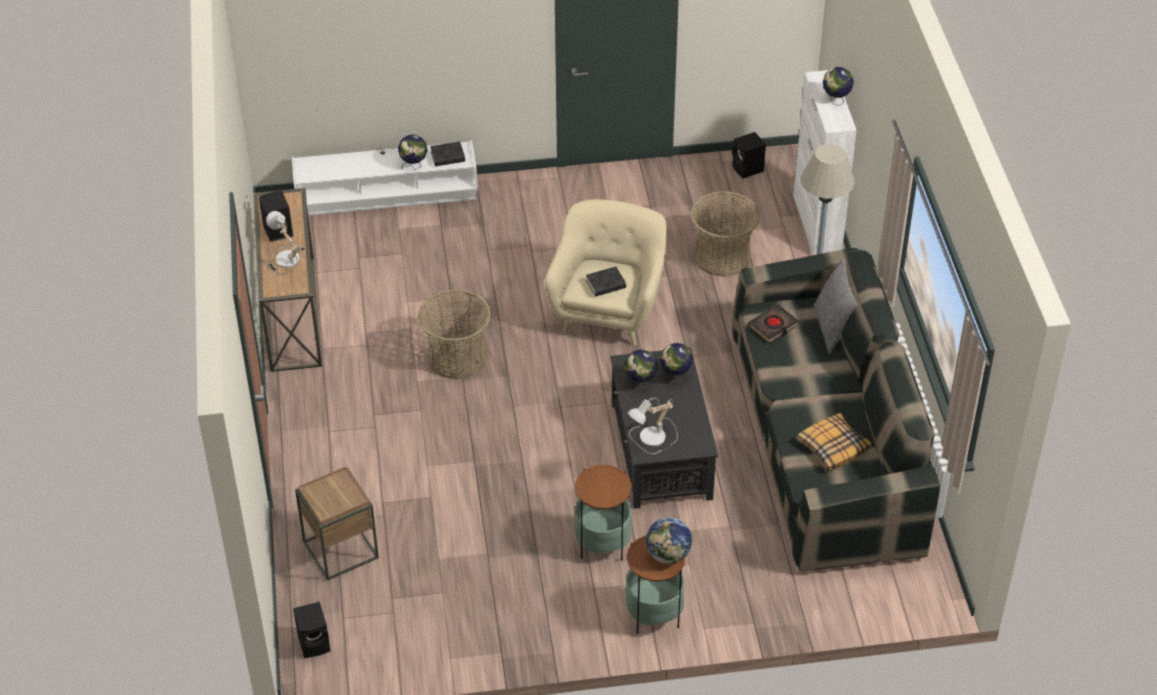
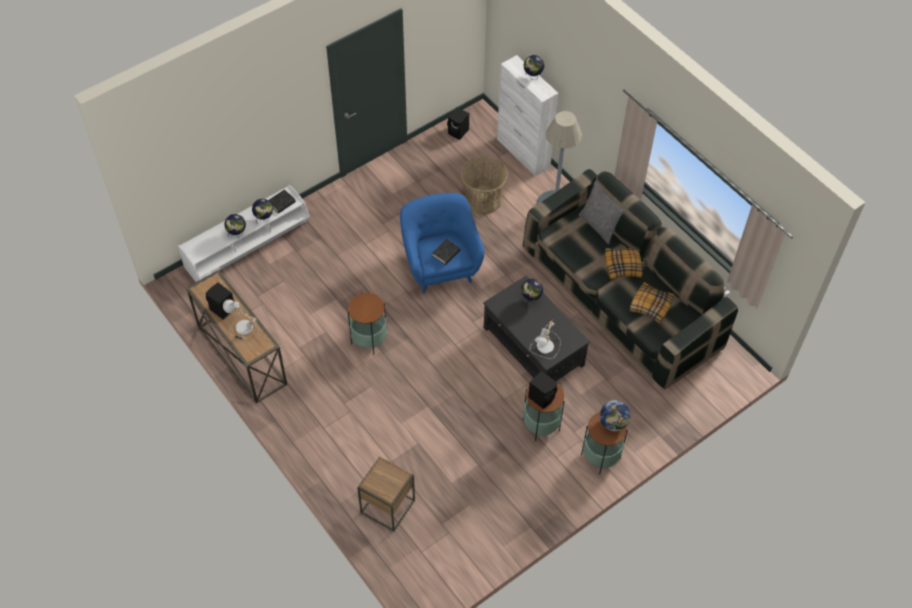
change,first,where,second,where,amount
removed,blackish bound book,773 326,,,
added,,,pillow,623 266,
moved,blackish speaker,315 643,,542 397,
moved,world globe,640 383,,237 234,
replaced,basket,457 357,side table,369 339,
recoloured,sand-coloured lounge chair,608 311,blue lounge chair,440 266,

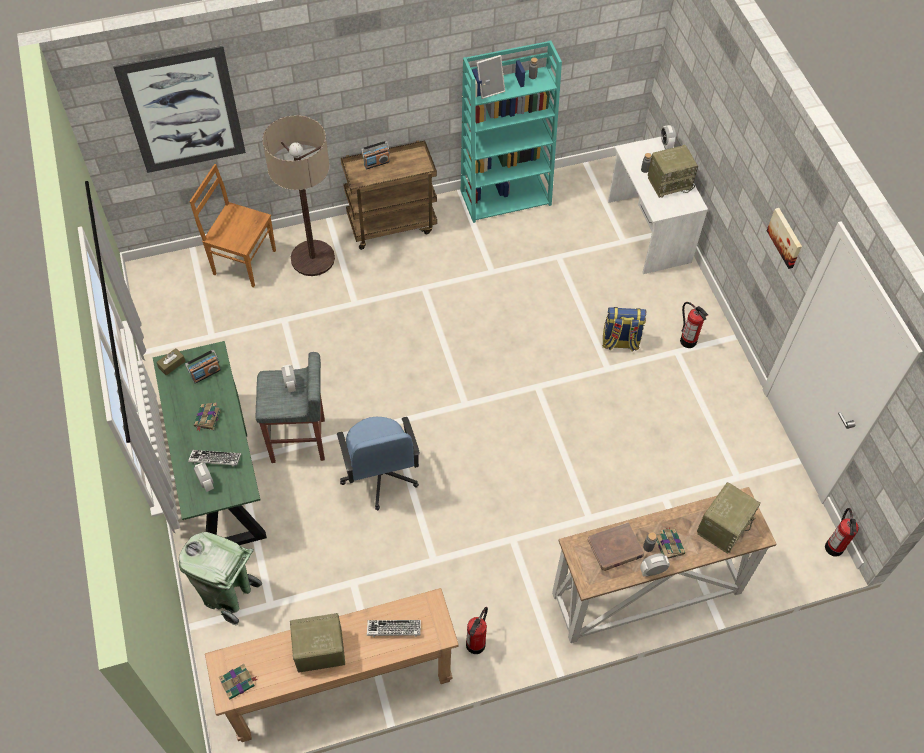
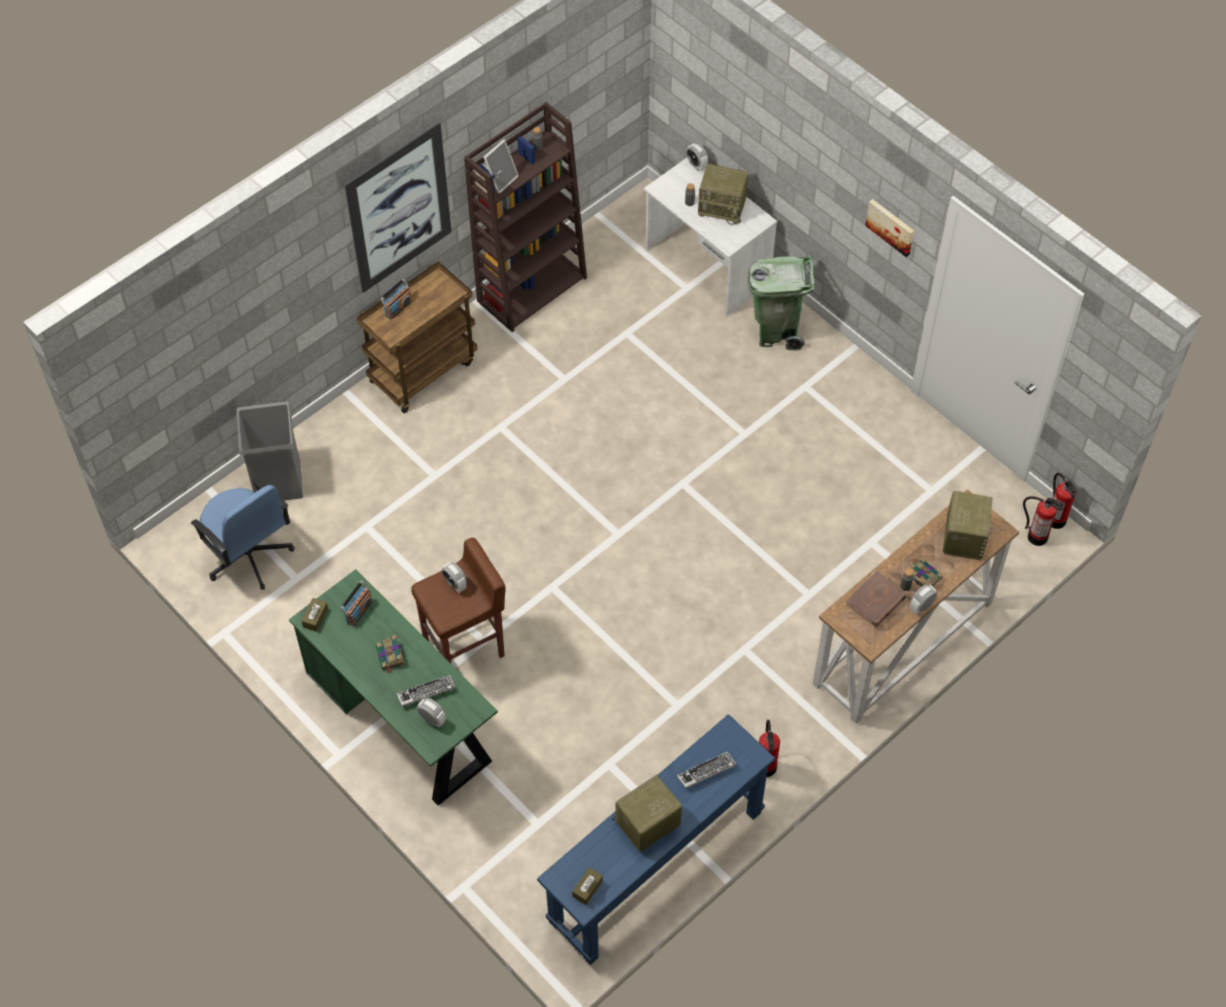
change,first,where,second,where,amount
removed,standard lamp,313 258,,,
removed,rucksack,620 342,,,
moved,wall art,183 111,,399 208,
moved,green rubbish bin,229 595,,776 331,
moved,blue desk chair,380 475,,249 555,
moved,fire-fighting cylinder,688 341,,1037 536,
replaced,brownish chair,243 261,greyish rubbish bin,278 481,
replaced,bound book,238 682,brownish tissue box,587 888,
recoloured,brownish narrow table,341 685,blue narrow table,656 866,
recoloured,greyish sitting stool,299 441,brownish sitting stool,465 648,
recoloured,turquoise bookcase,506 197,brownish bookcase,532 288,
turned,radio,669 182,,723 207,60 degrees clockwise

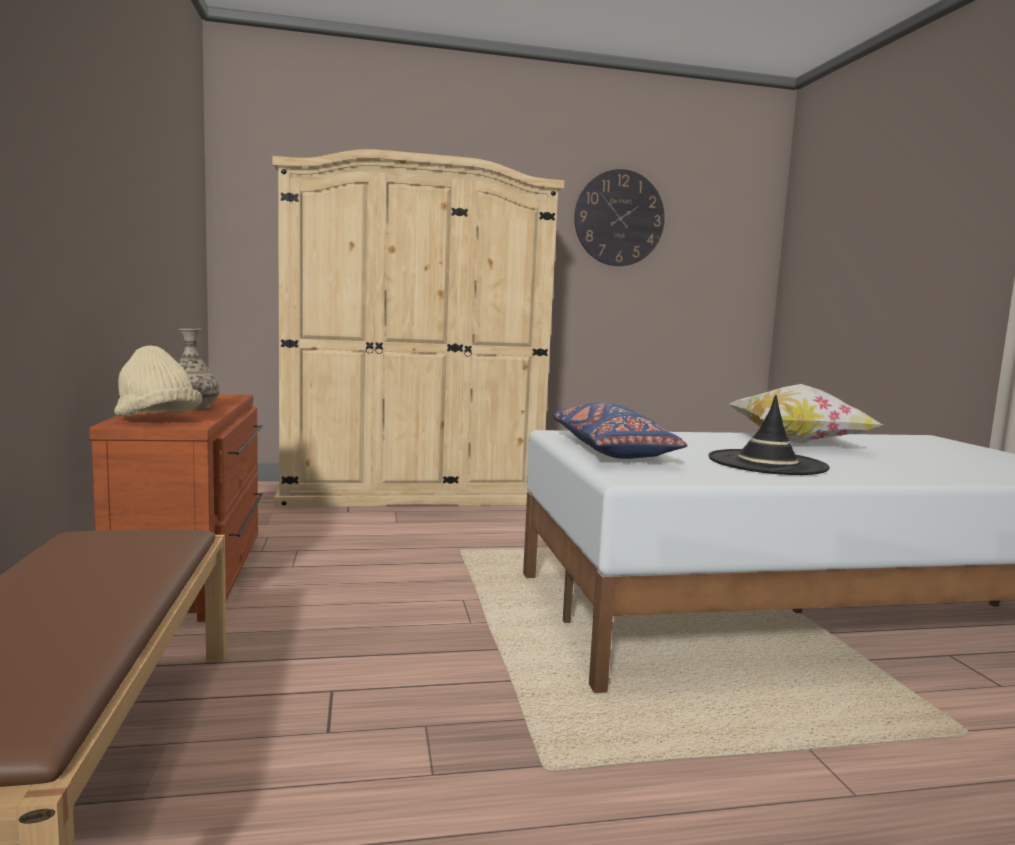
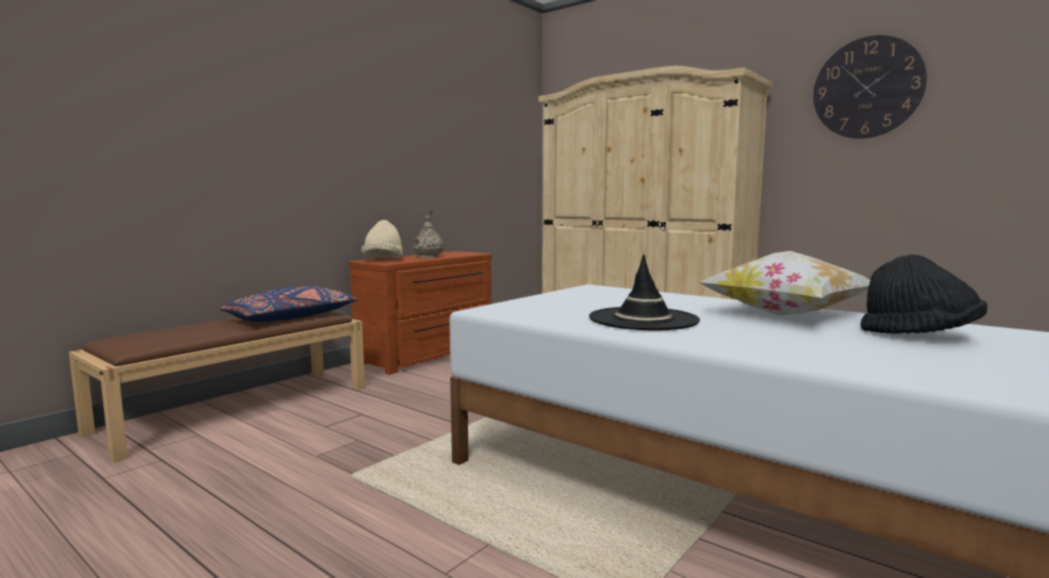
change,first,where,second,where,amount
added,,,blackish wearable hat,919 336,
moved,blue pillow,610 450,,292 318,

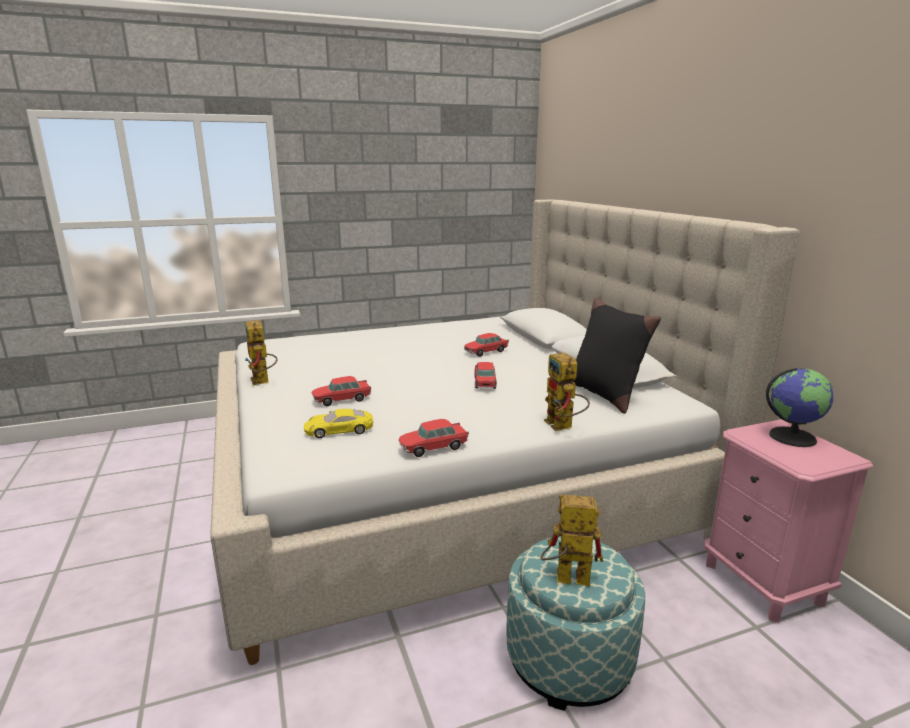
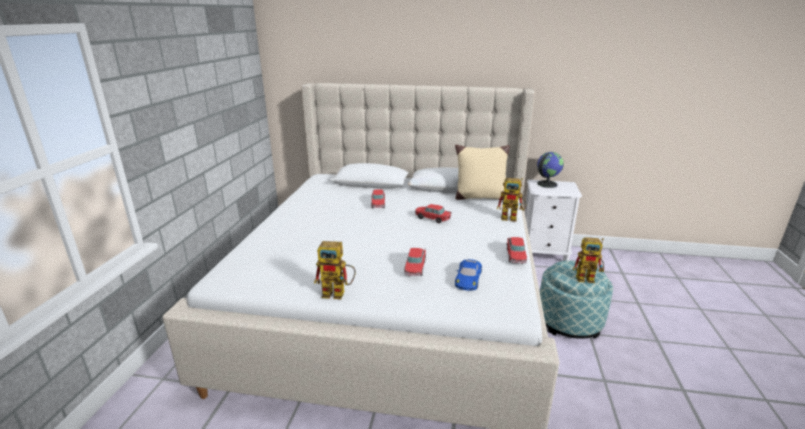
change,first,where,second,where,amount
recoloured,yellow toy car,339 429,blue toy car,468 278,
recoloured,blackish pillow,604 394,sand-coloured pillow,479 197,
recoloured,pink-coloured night table,763 583,white-coloured night table,544 254,
turned,robot figure,564 579,,589 278,120 degrees counterclockwise

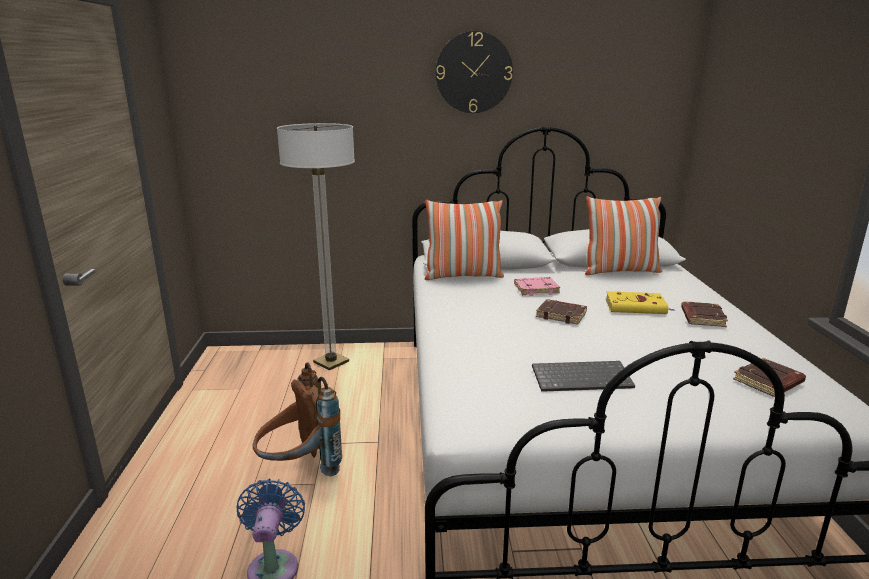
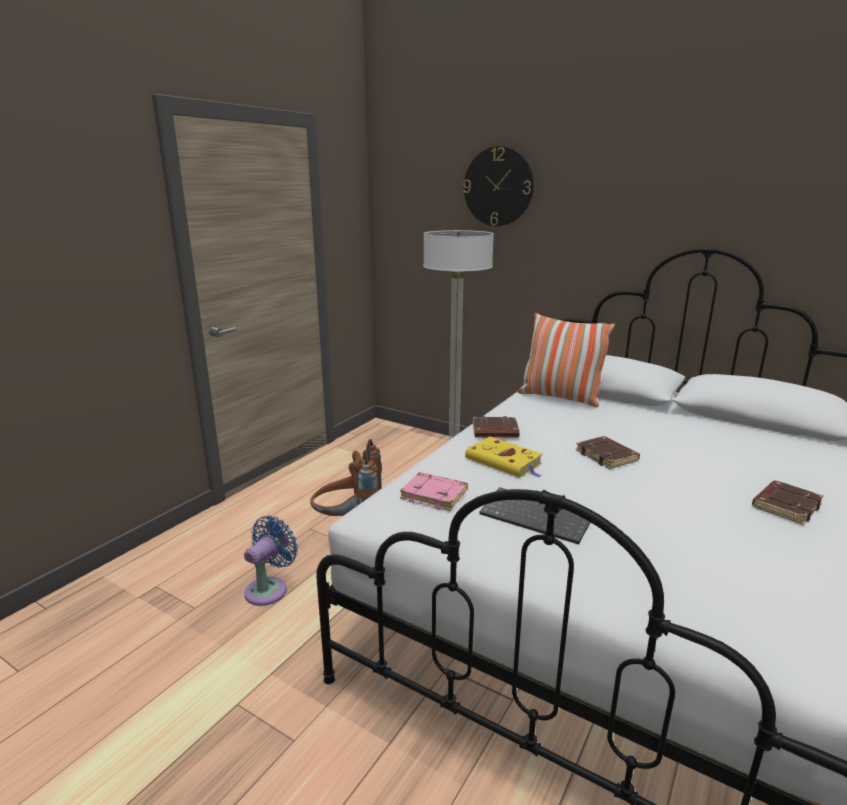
change,first,where,second,where,amount
removed,pillow,620 271,,,
moved,wall clock,473 72,,498 187,
moved,pink-coloured bound book,536 289,,435 495,
moved,yellow bound book,637 307,,505 462,
moved,brownish bound book,768 382,,494 432,

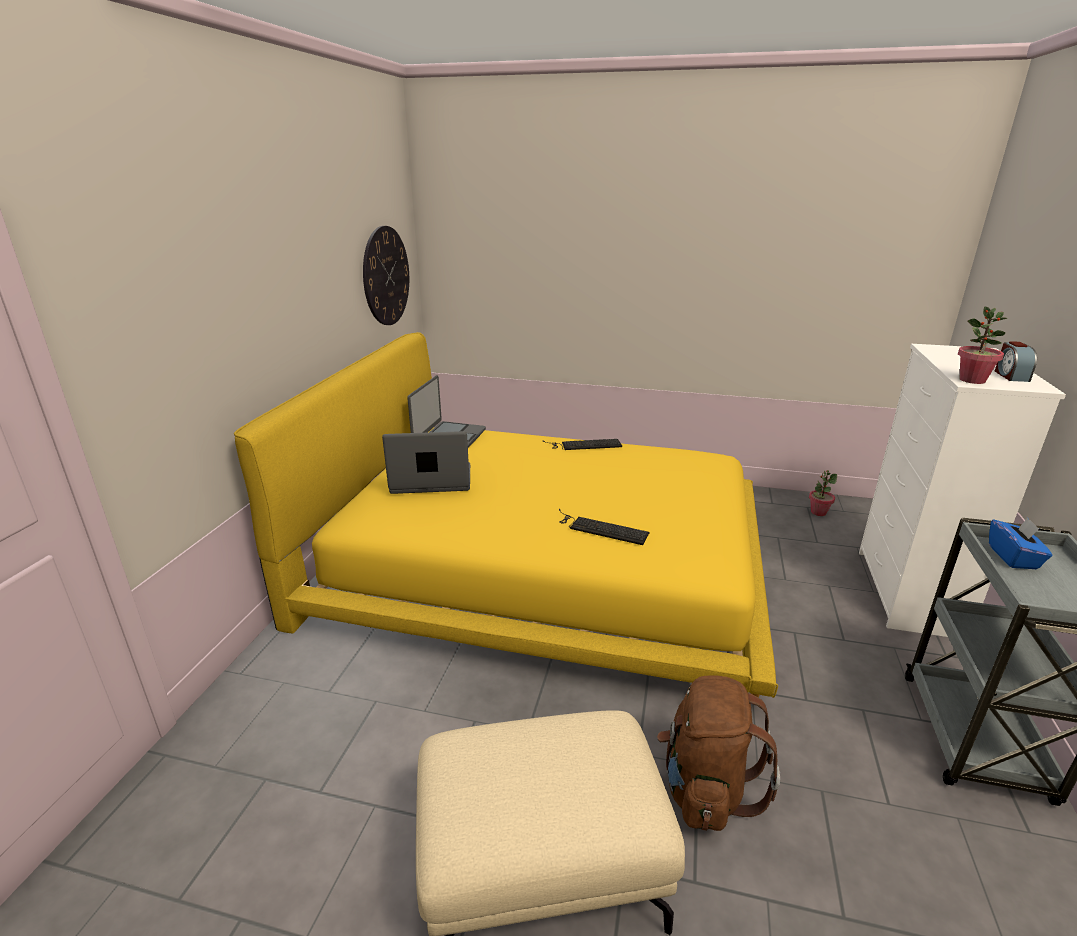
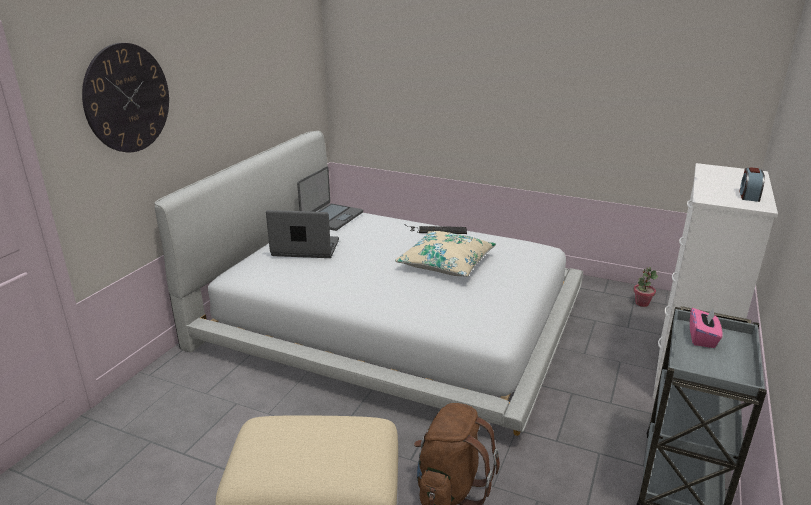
change,first,where,second,where,amount
removed,keyboard,600 528,,,
removed,plant in a pot,972 380,,,
added,,,sand-coloured pillow,446 263,
moved,wall clock,386 276,,127 98,
recoloured,yellow bedroom bed,542 562,white-coloured bedroom bed,390 321,
recoloured,blue tissue box,1013 557,pink-coloured tissue box,702 338,

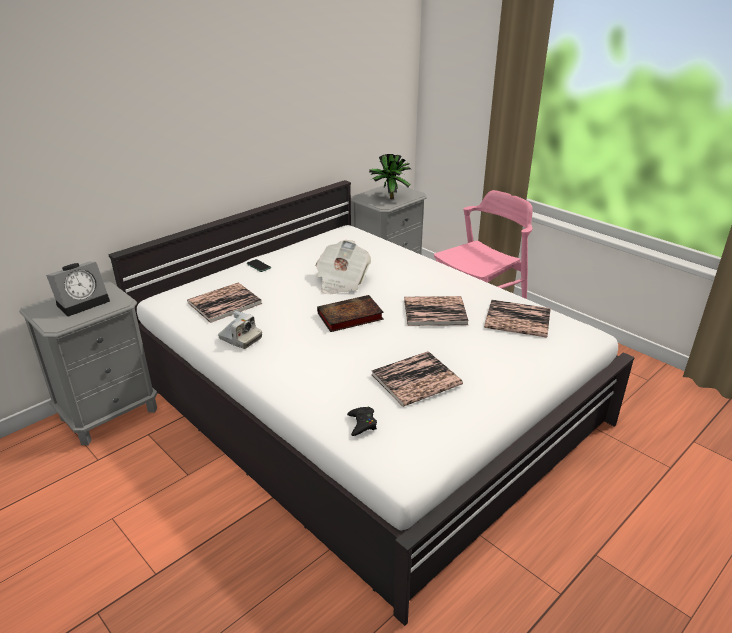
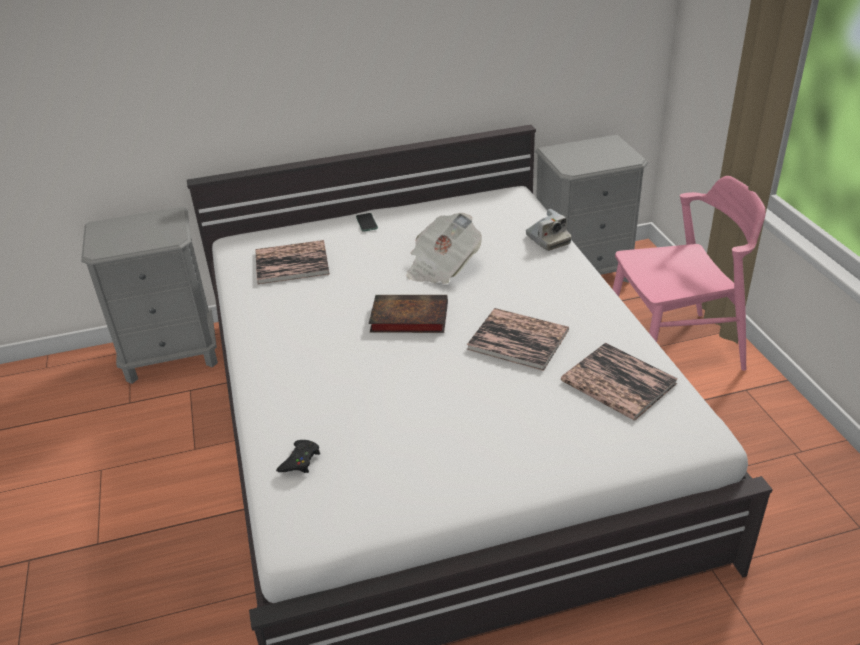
change,first,where,second,where,amount
removed,alarm clock,84 302,,,
removed,plant in a pot,388 198,,,
removed,bound book,416 379,,,
moved,still camera,240 338,,547 239,

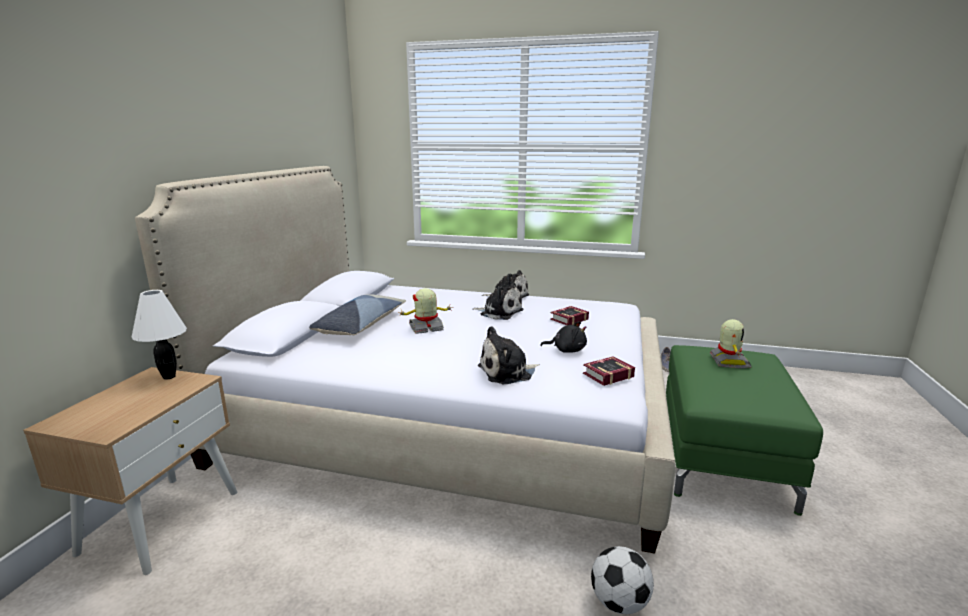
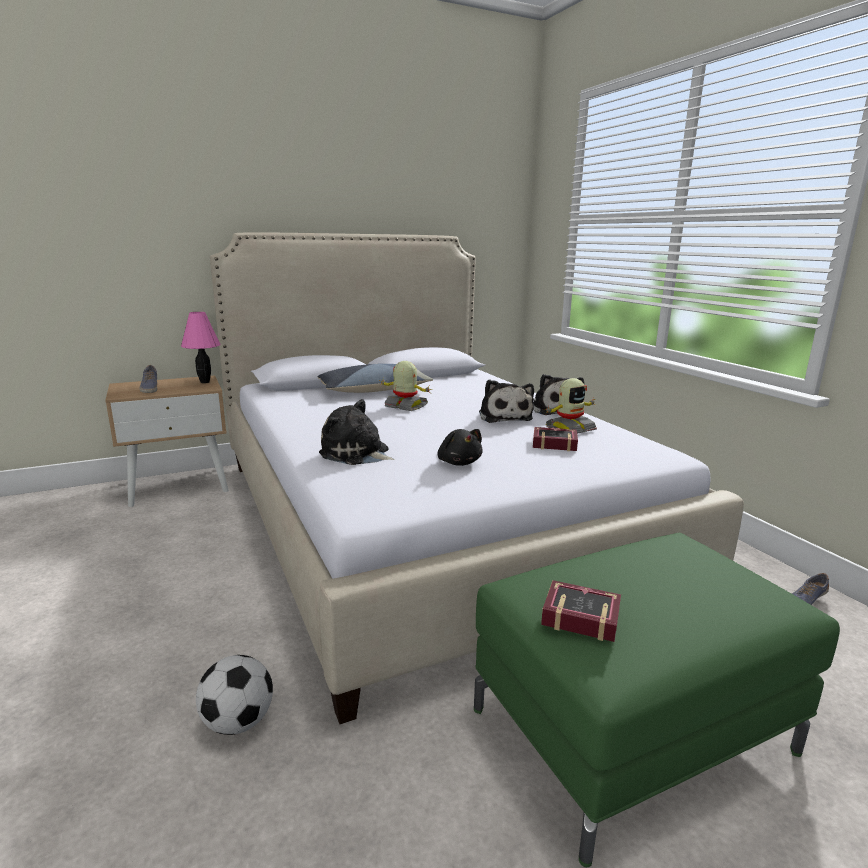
change,first,where,second,where,amount
added,,,item of footwear,149 388,
moved,bound book,606 375,,577 615,
moved,robot figure,728 361,,569 429,
recoloured,white-coloured lamp for a table,169 376,pink-coloured lamp for a table,205 382,

